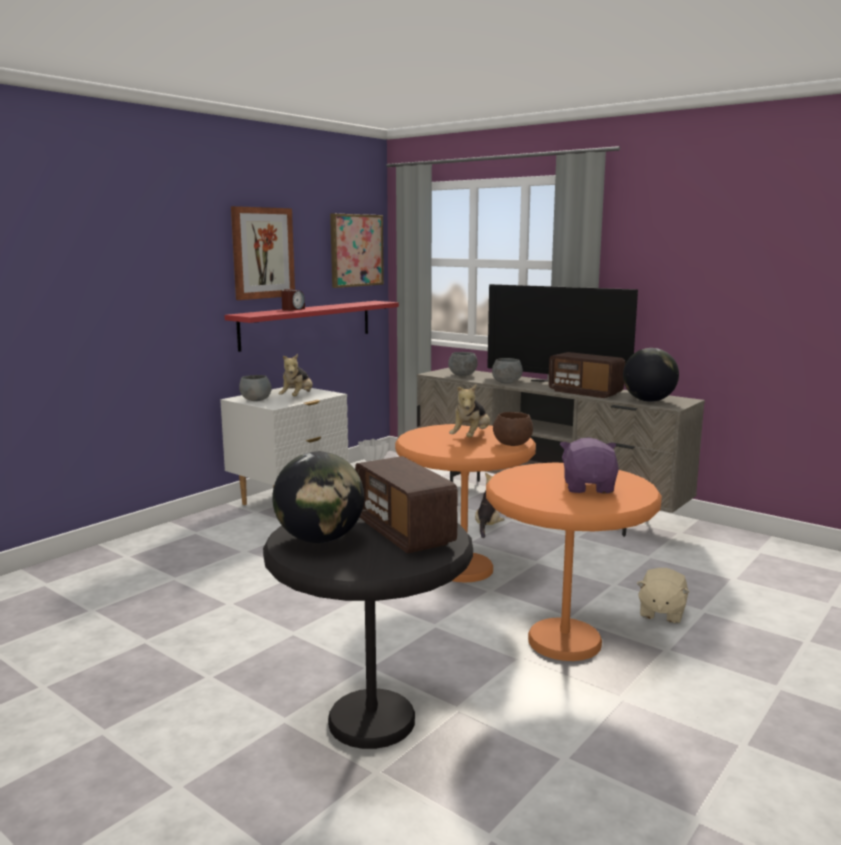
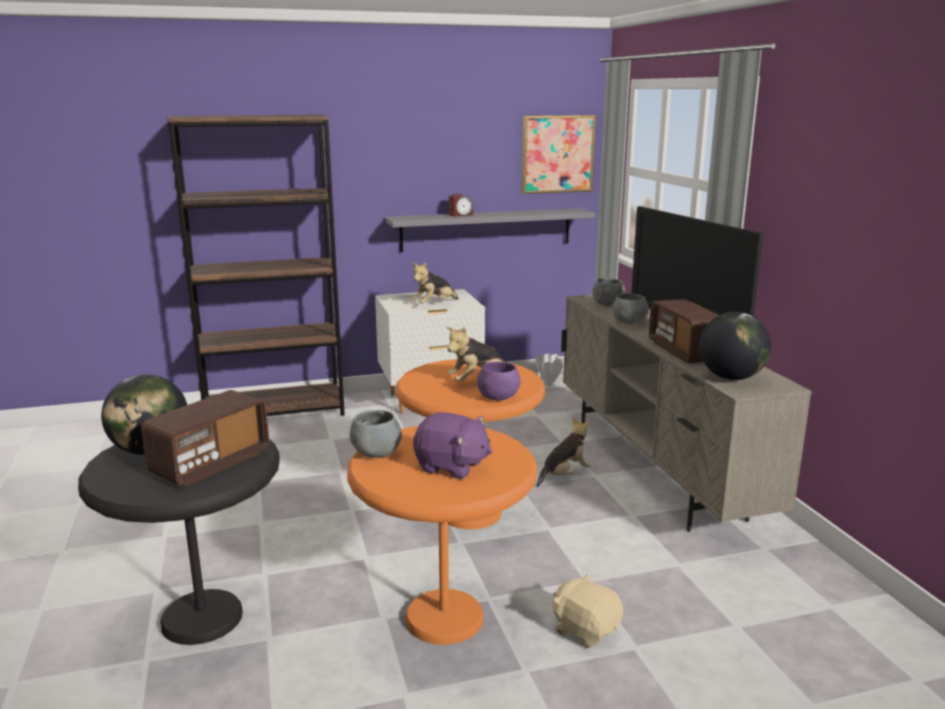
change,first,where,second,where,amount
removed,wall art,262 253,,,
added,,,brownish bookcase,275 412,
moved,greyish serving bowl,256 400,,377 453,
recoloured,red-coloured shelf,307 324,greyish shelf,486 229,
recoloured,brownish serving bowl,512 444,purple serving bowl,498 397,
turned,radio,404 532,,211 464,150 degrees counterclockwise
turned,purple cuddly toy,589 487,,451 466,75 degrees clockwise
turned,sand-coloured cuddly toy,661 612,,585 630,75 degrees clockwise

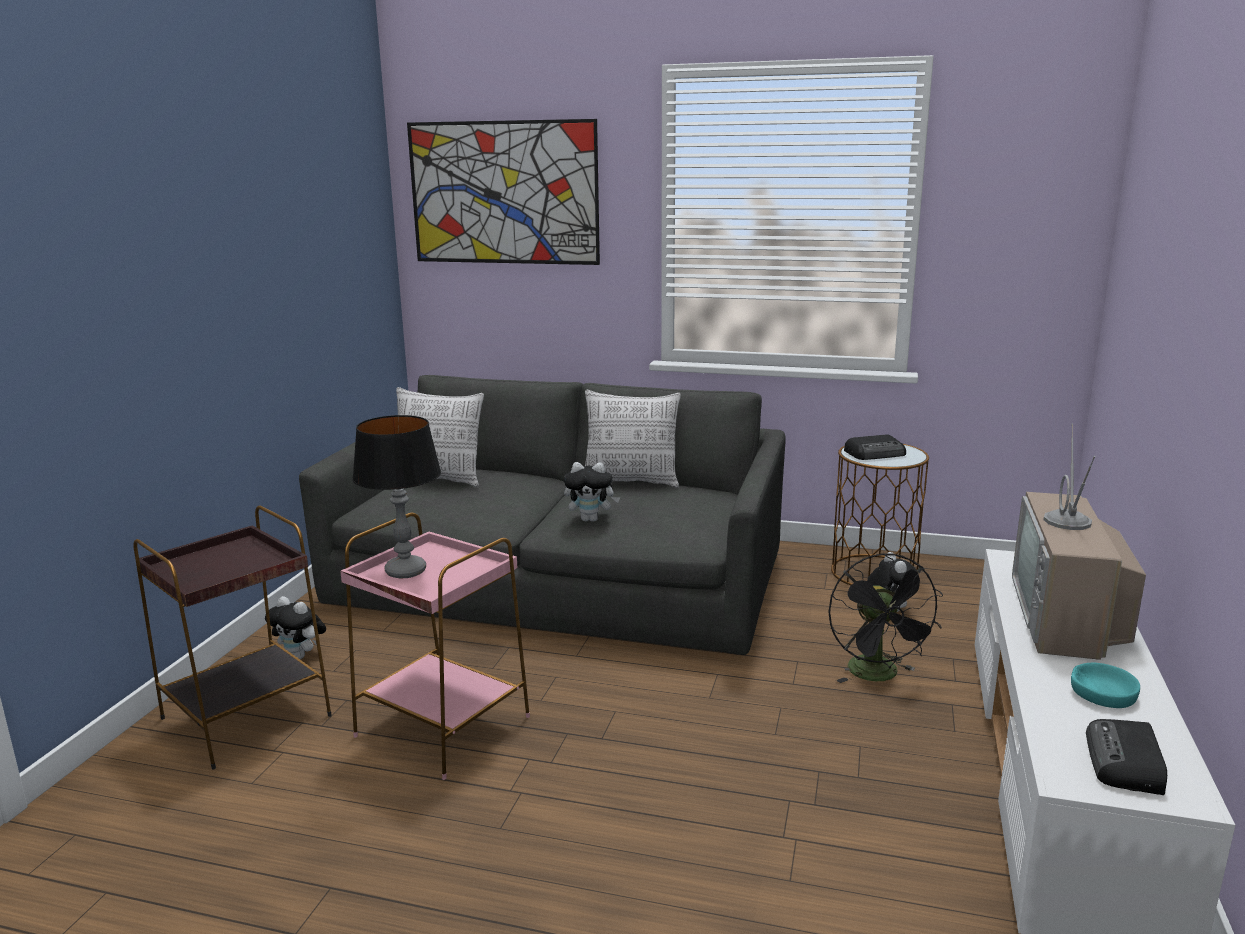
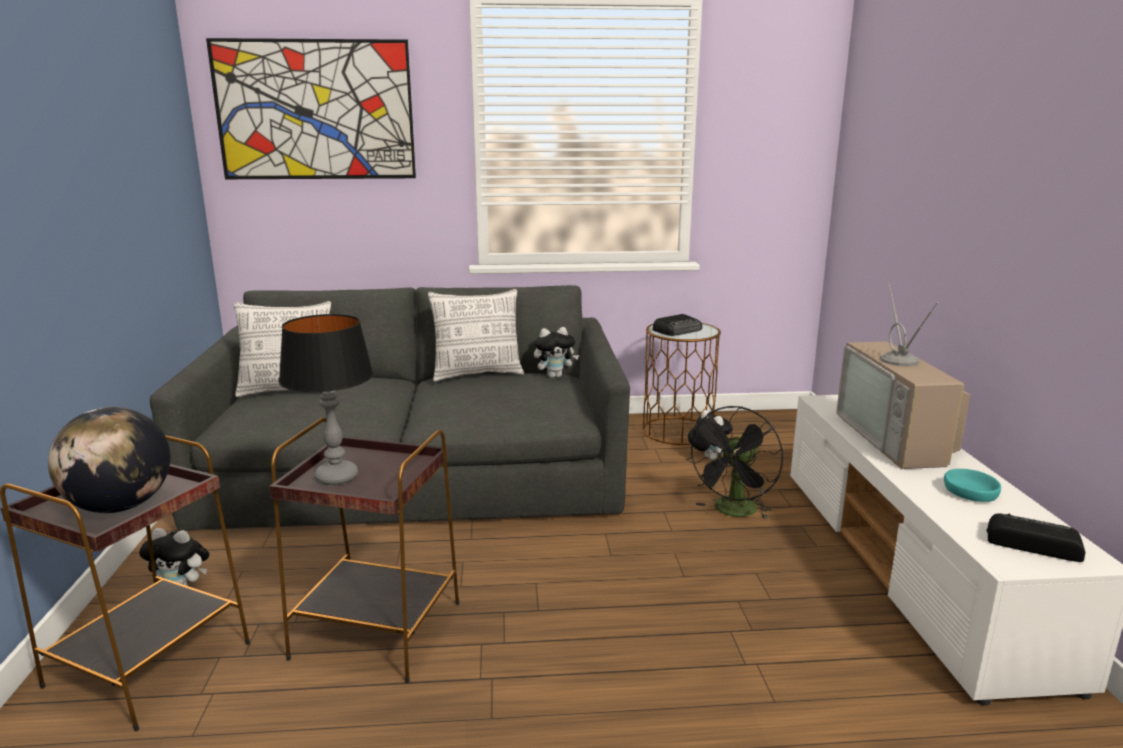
change,first,where,second,where,amount
added,,,world globe,120 506,
moved,cuddly toy,591 519,,555 376,
recoloured,pink-coloured side table,443 727,brownish side table,378 631,
turned,blackish electric fan,879 676,,733 512,60 degrees clockwise
turned,radio,1125 763,,1031 542,120 degrees clockwise

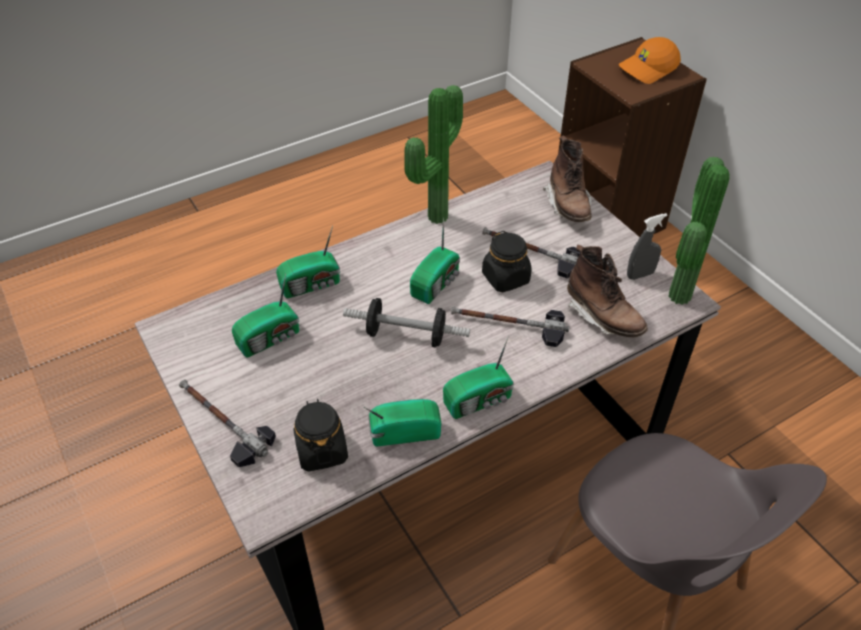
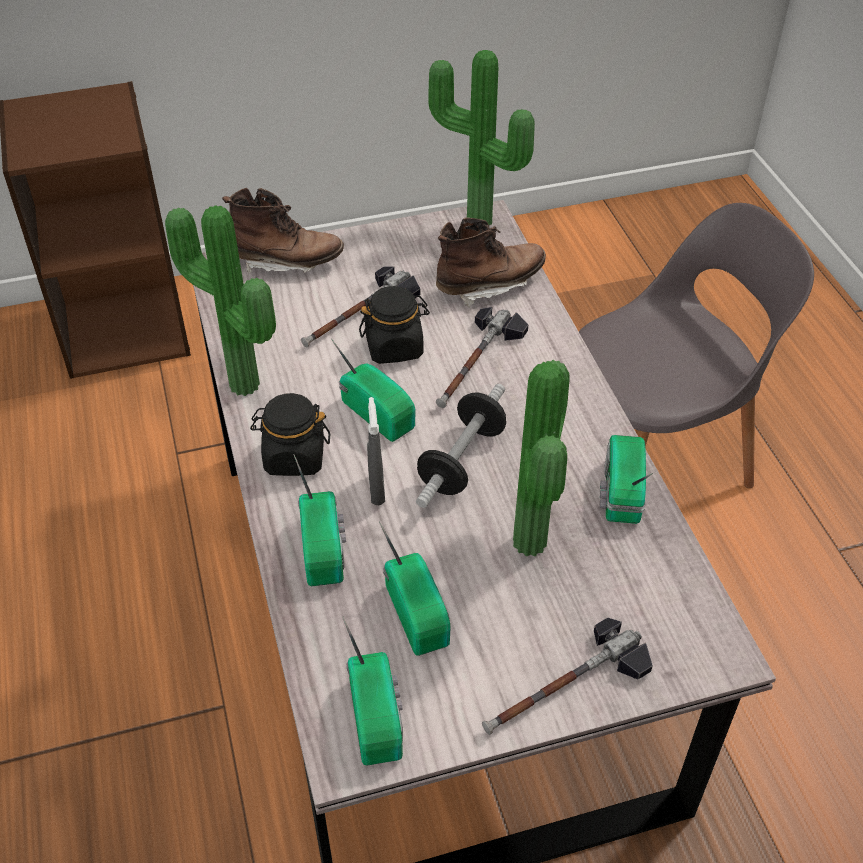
change,first,where,second,where,amount
removed,orange baseball cap,648 69,,,
added,,,plant in a pot,536 543,
moved,blackish preserve jar,321 450,,294 457,
moved,radio,480 401,,377 715,
moved,greyish sprayer,640 275,,376 490,

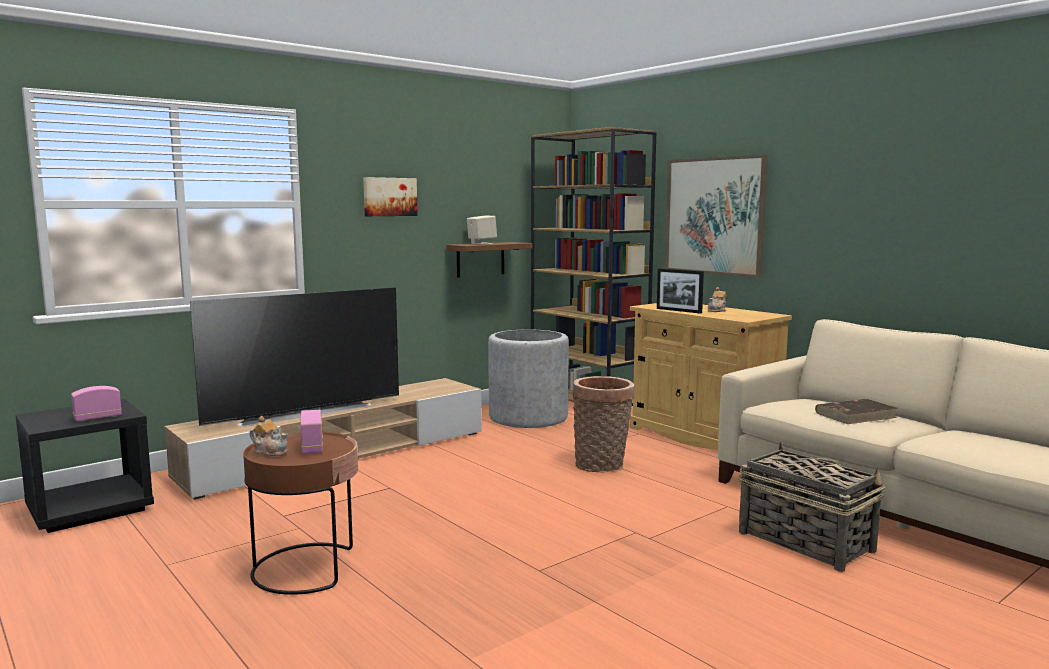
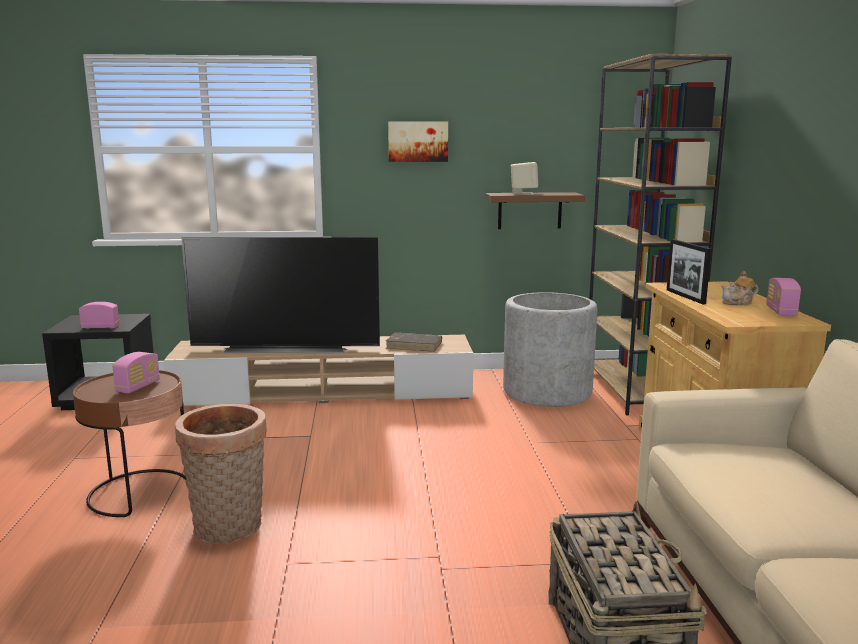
change,first,where,second,where,amount
removed,teapot,270 451,,,
removed,wall art,714 216,,,
added,,,radio,781 312,
moved,basket,602 465,,229 529,
moved,brownish bound book,856 415,,414 345,

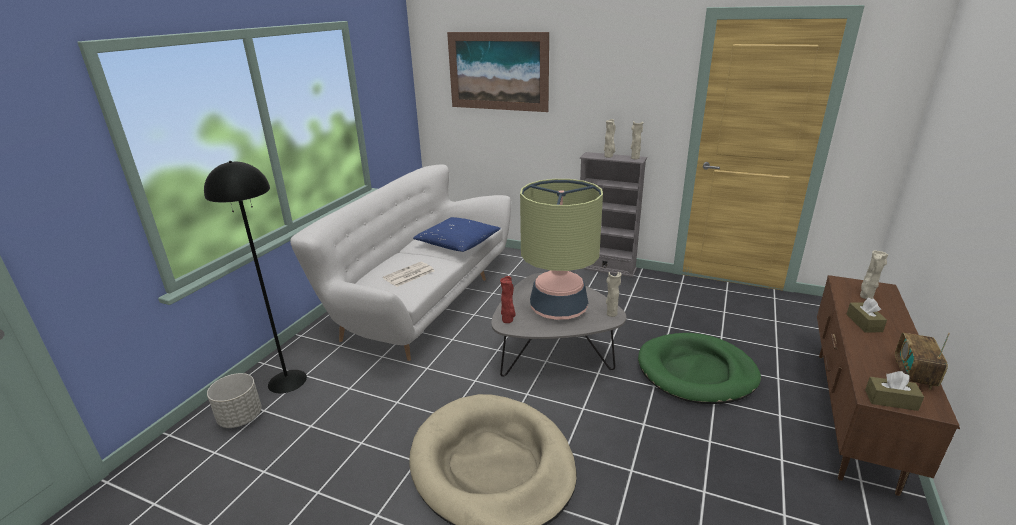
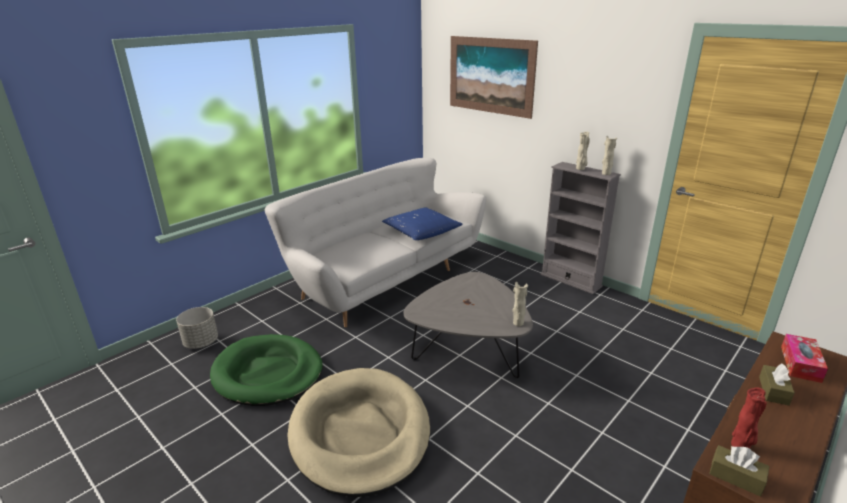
change,first,where,second,where,amount
removed,blackish standard lamp,287 381,,,
removed,daily paper,408 275,,,
removed,lamp for a table,558 309,,,
removed,radio,913 375,,,
moved,red-coloured vase,508 320,,740 447,
moved,green dog bed,696 372,,268 373,
replaced,sand-coloured vase,865 297,tissue box,800 364,

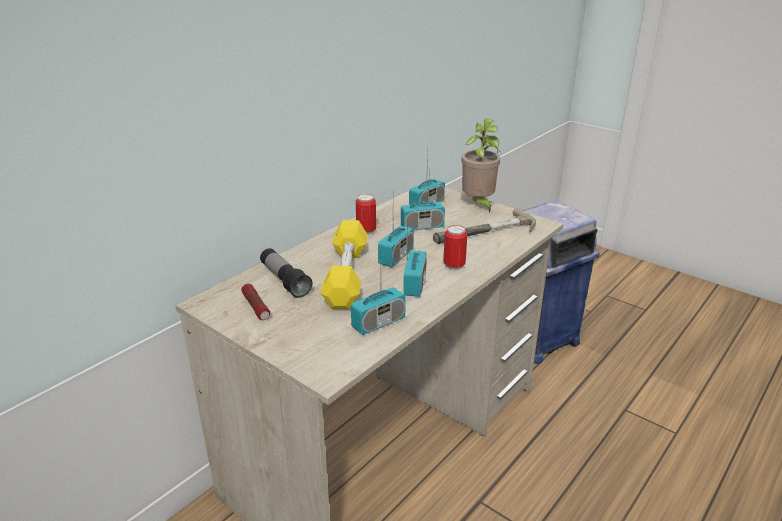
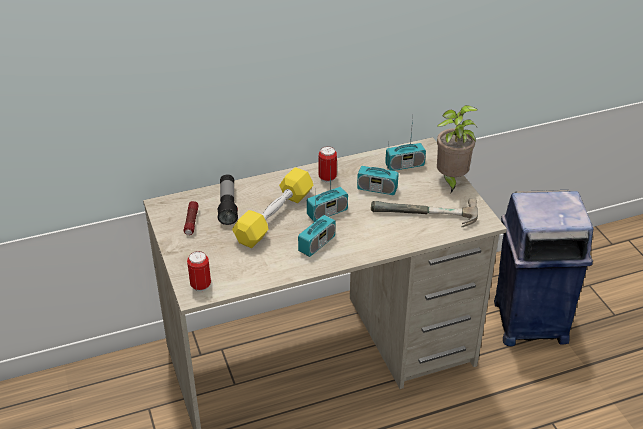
change,first,where,second,where,amount
removed,radio,378 323,,,
moved,sealed can,454 266,,200 285,

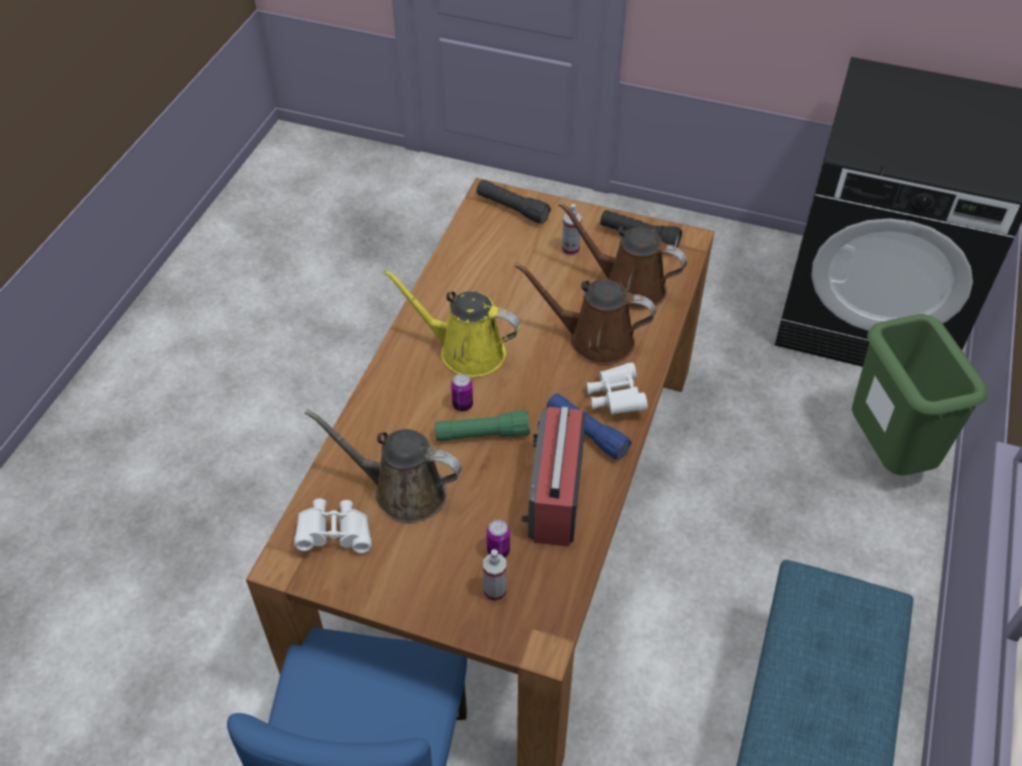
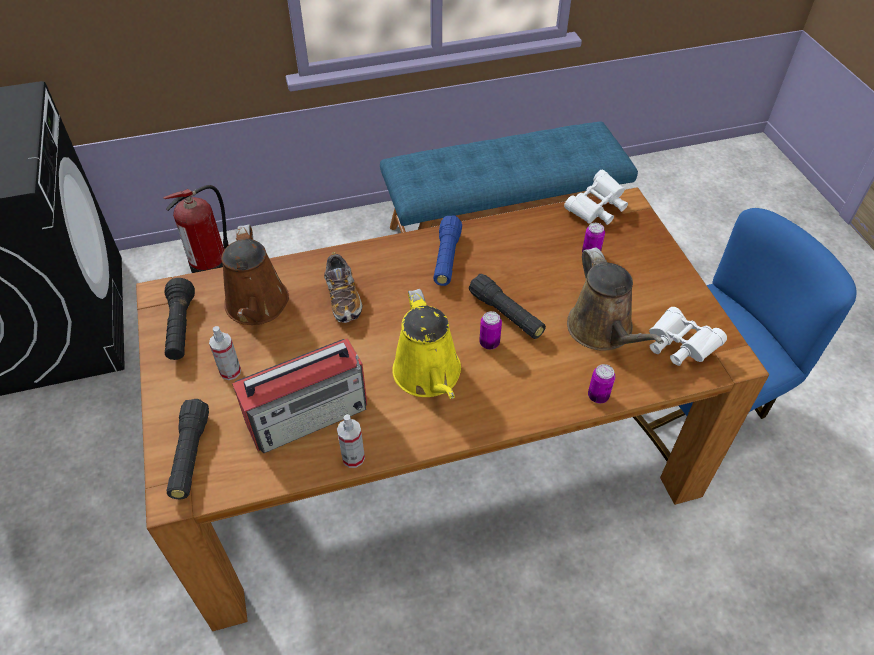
change,first,where,second,where,amount
added,,,sealed can,598 396,
moved,sprayer,495 591,,353 458,
moved,radio,555 497,,309 415,
moved,white-coloured pair of binoculars,615 399,,596 209,
replaced,brownish watering can,594 339,item of footwear,343 298,
replaced,green rubbish bin,888 454,fire-fighting cylinder,212 267,
recoloured,green flashlight,482 435,blackish flashlight,506 314,

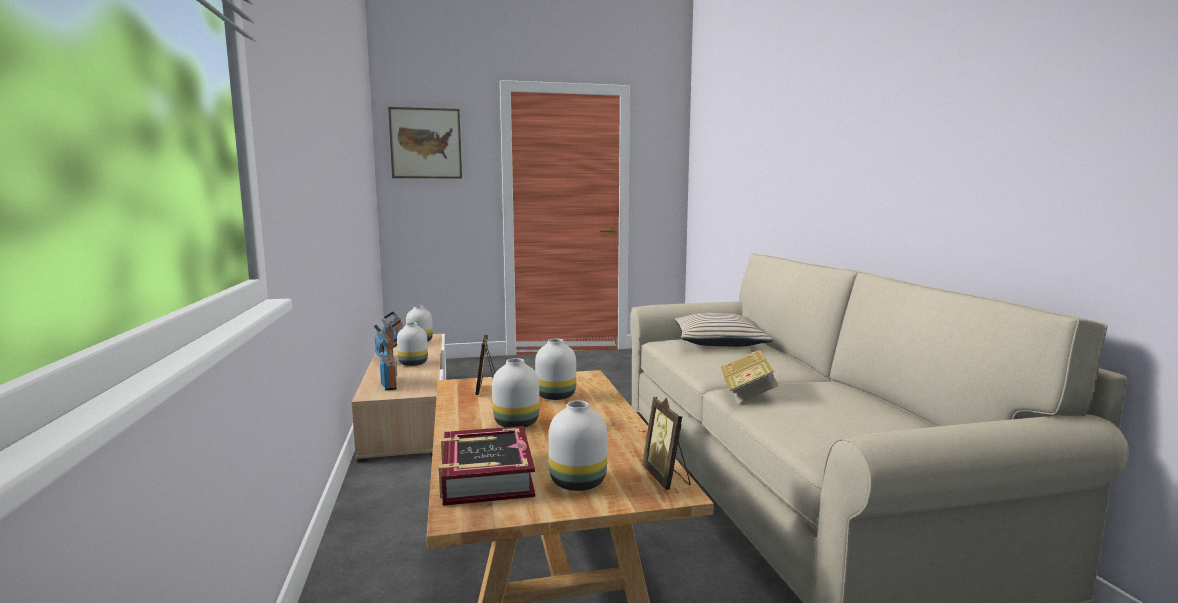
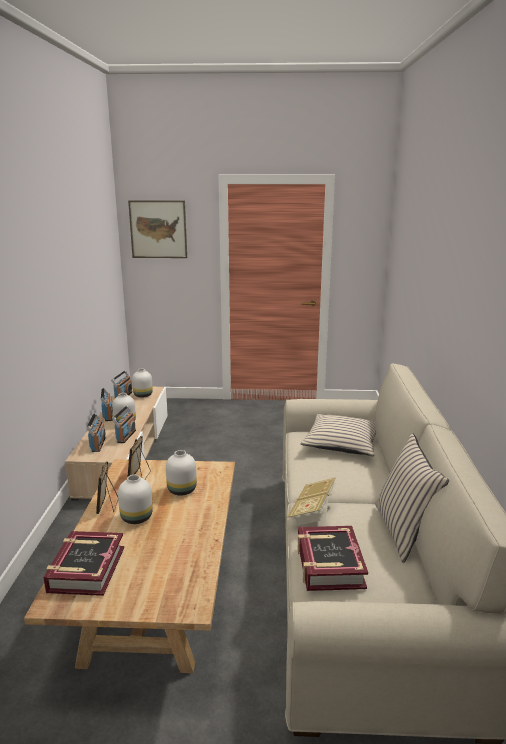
change,first,where,second,where,amount
removed,white-coloured vase,579 482,,,
added,,,radio,126 436,
added,,,bound book,329 564,
added,,,sand-coloured pillow,403 531,
moved,standing frame,667 478,,108 506,

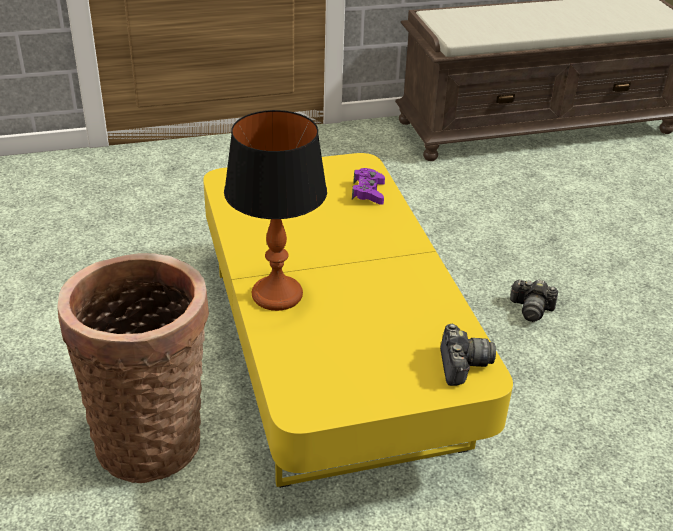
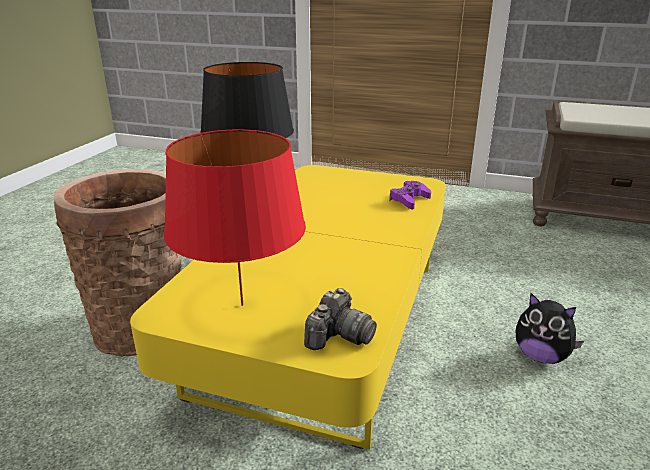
change,first,where,second,where,amount
added,,,red-coloured lamp for a table,242 304,
replaced,still camera,531 309,cuddly toy,541 356,

